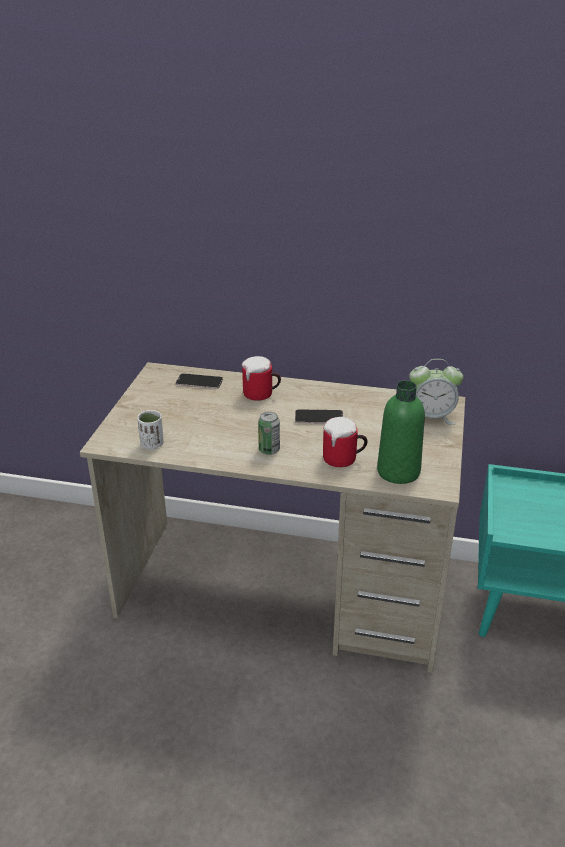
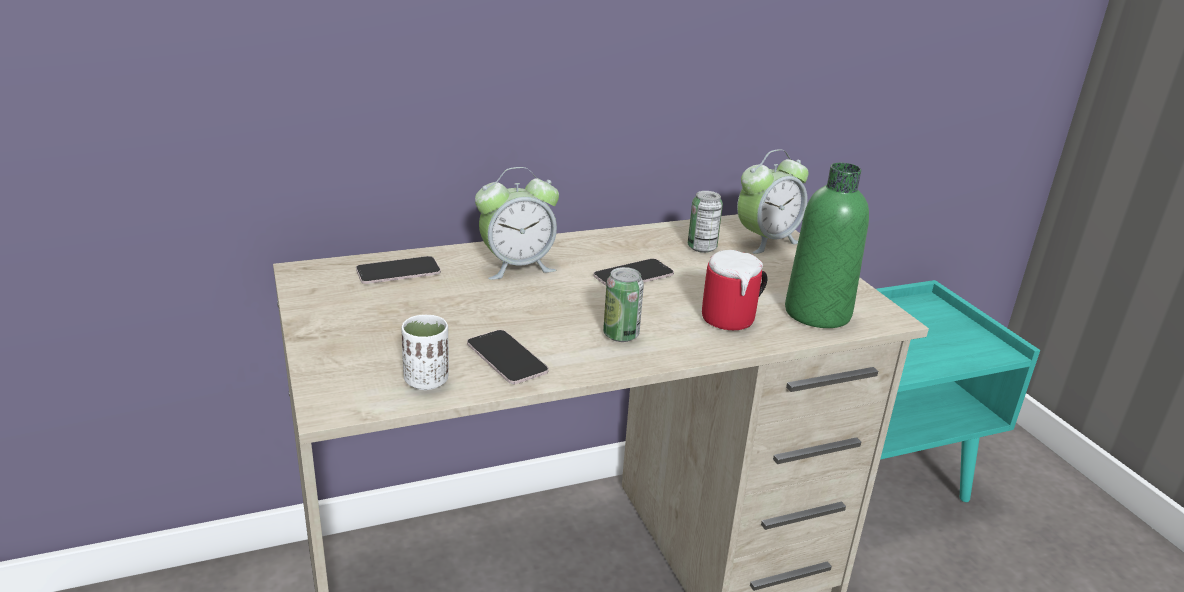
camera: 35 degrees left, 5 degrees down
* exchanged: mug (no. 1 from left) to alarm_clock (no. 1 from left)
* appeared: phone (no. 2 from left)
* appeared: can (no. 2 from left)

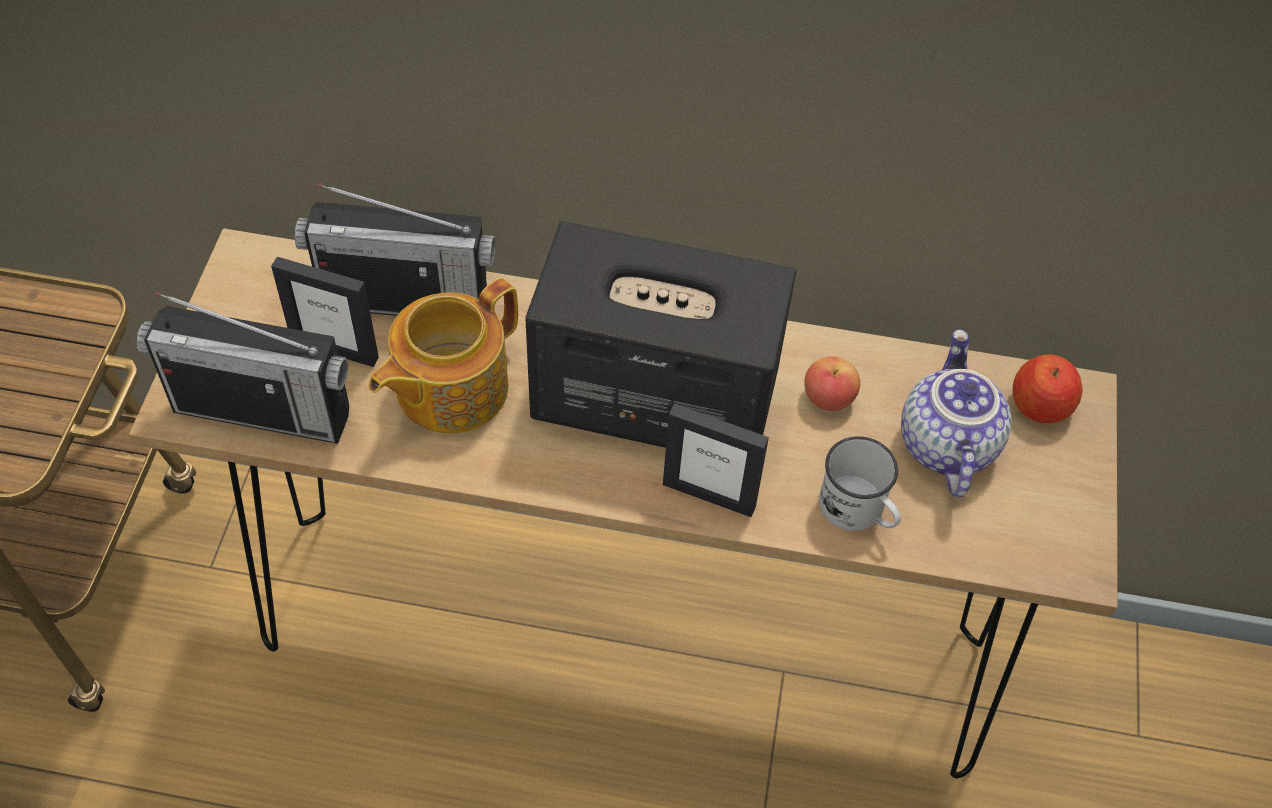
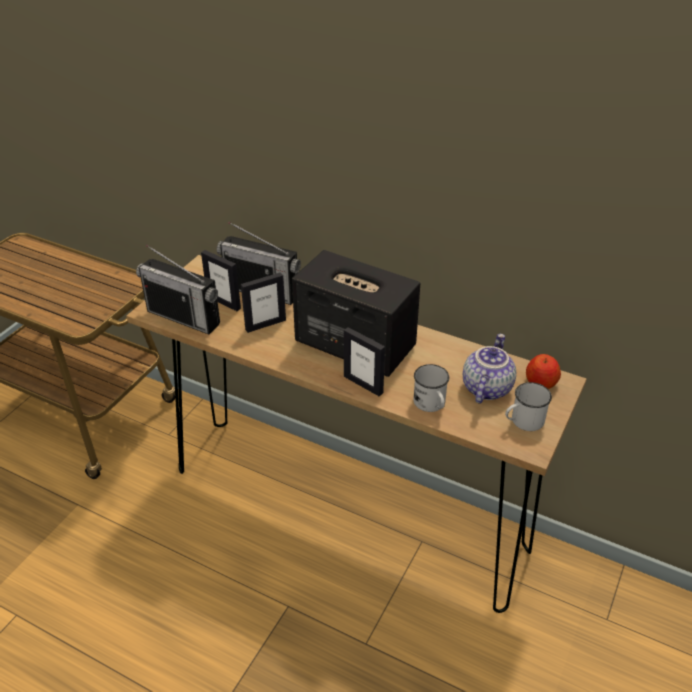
camera: 20 degrees right, 15 degrees down
* exchanged: teapot (no. 1 from left) to picture_frame (no. 2 from left)
* missing: apple (no. 1 from left)
* appeared: white_mug (no. 2 from left)

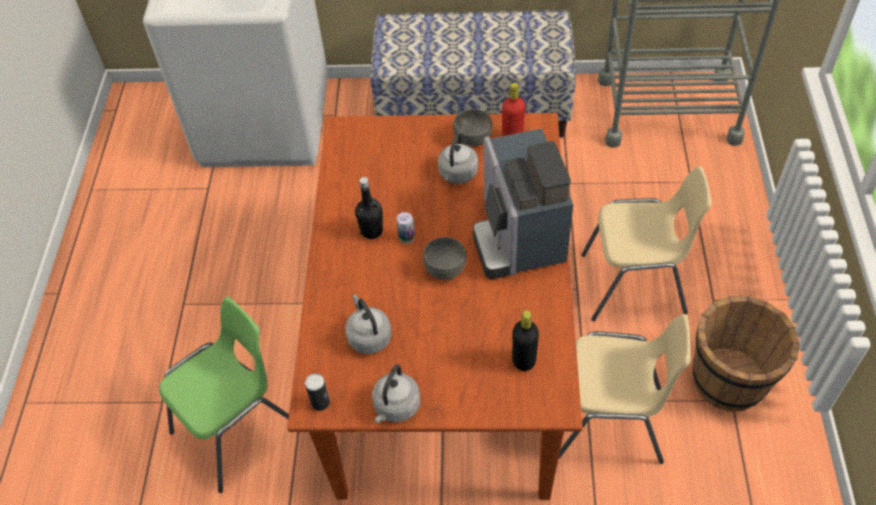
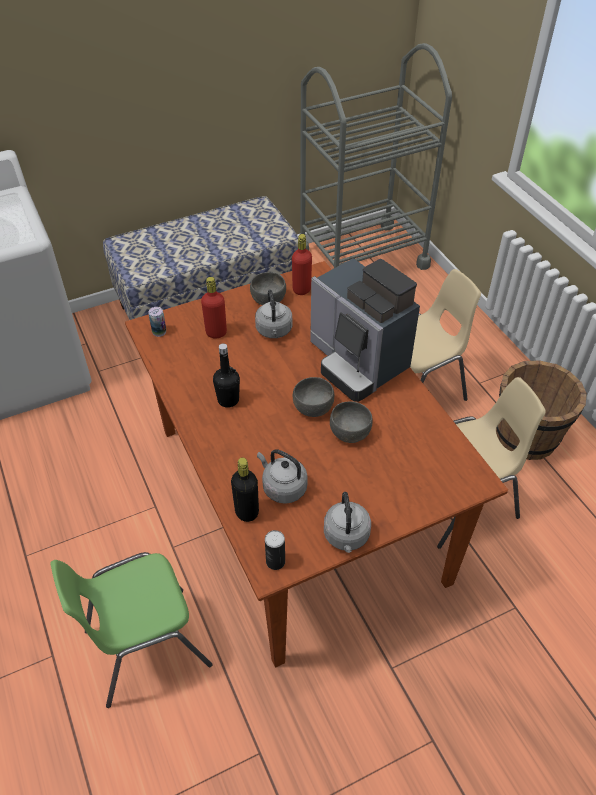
camera: 30 degrees left, 5 degrees down
* spun: green_chair 135 degrees counterclockwise
* relocated: can (no. 2 from left in the first image) to can (no. 1 from left)
* relocated: black_bottle (no. 2 from left)
* appeared: red_bottle (no. 1 from left)
* appeared: grey_bowl (no. 3 from left)

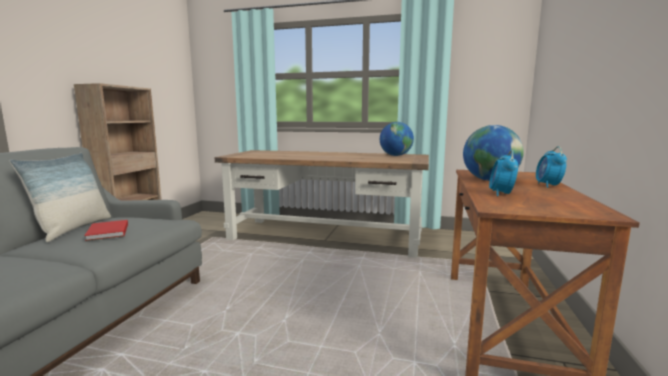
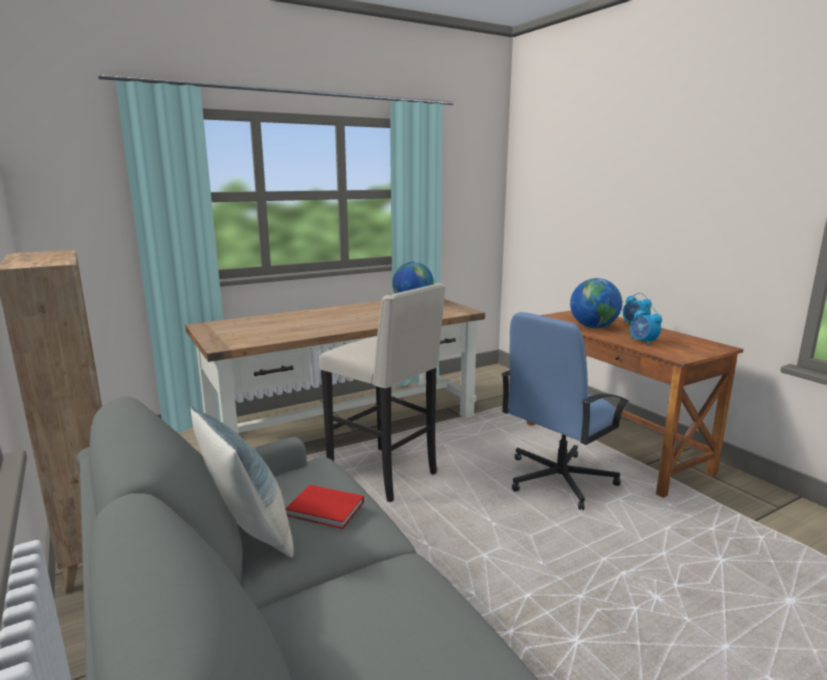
camera: 45 degrees left, 5 degrees up
* appeared: beige_stool
* appeared: blue_office_chair

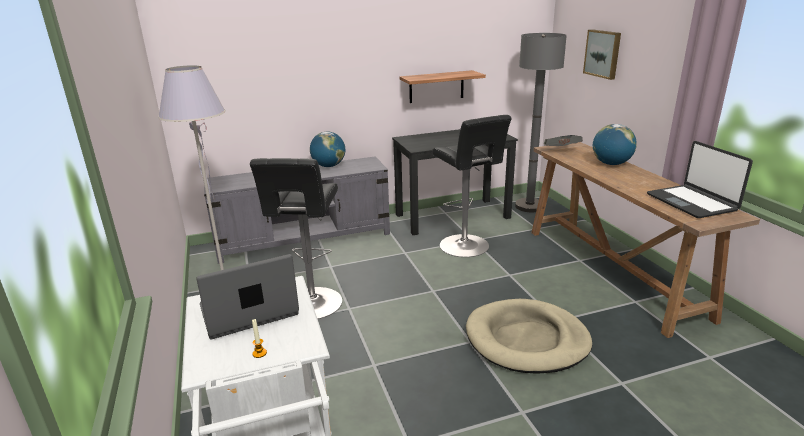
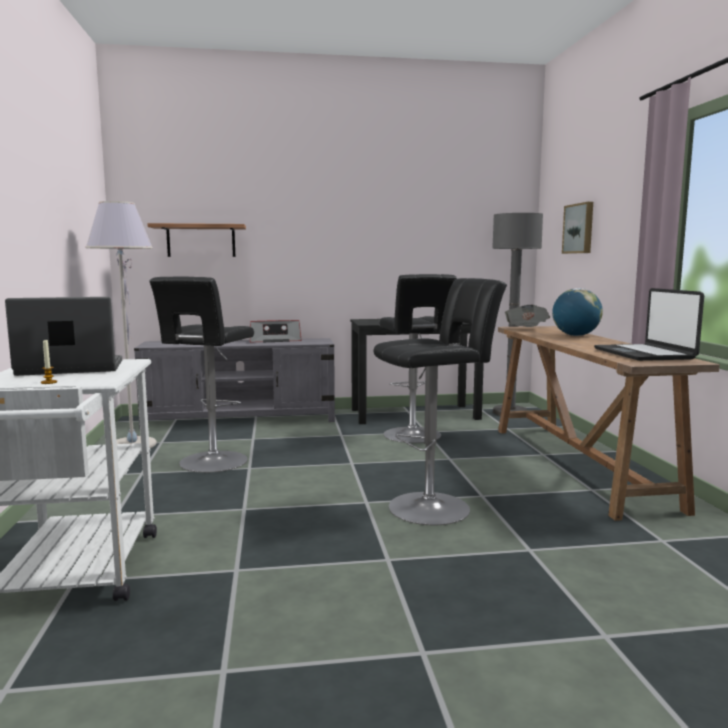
camera: 10 degrees right, 15 degrees down
* exchanged: globe (no. 1 from left) to radio
* relocated: shelf
* exchanged: beige_dog_bed to black_stool (no. 3 from left)

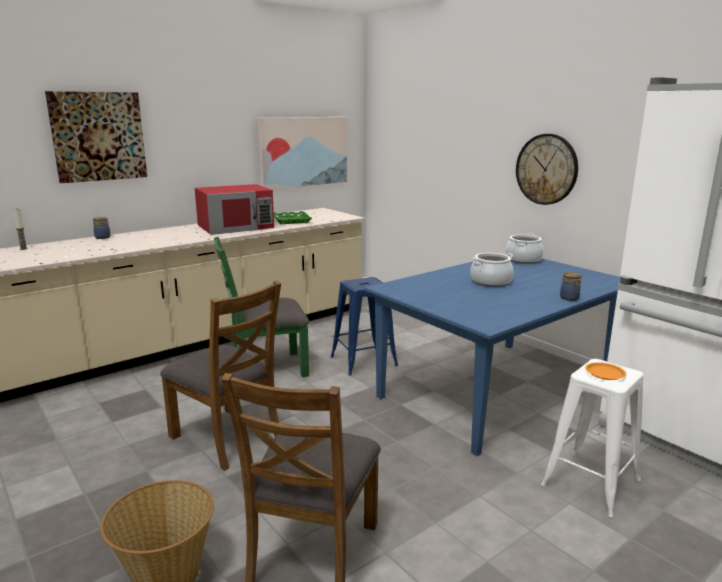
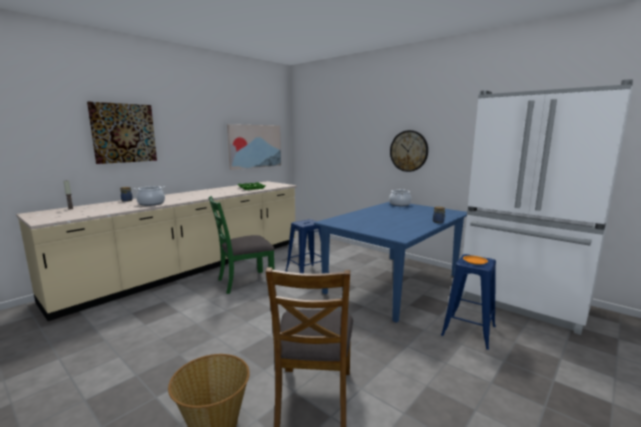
camera: 10 degrees left, 5 degrees down
* missing: brown_chair (no. 1 from left)
* missing: red_microwave
* relocated: cooking_pot (no. 1 from left)
* colour: white_stool to blue_stool (no. 2 from left)

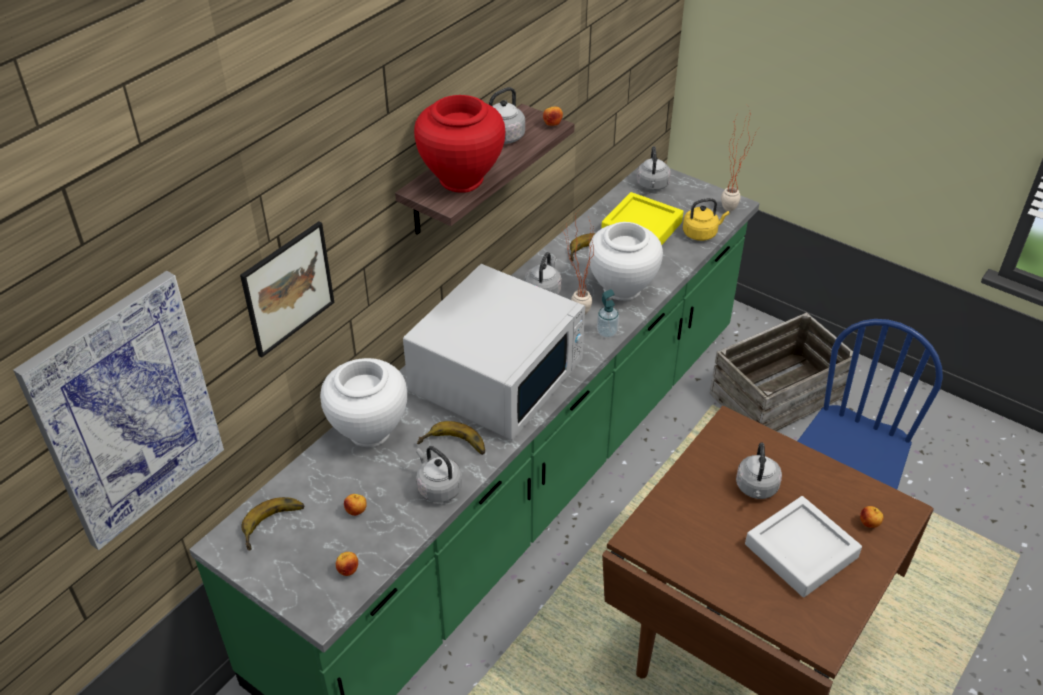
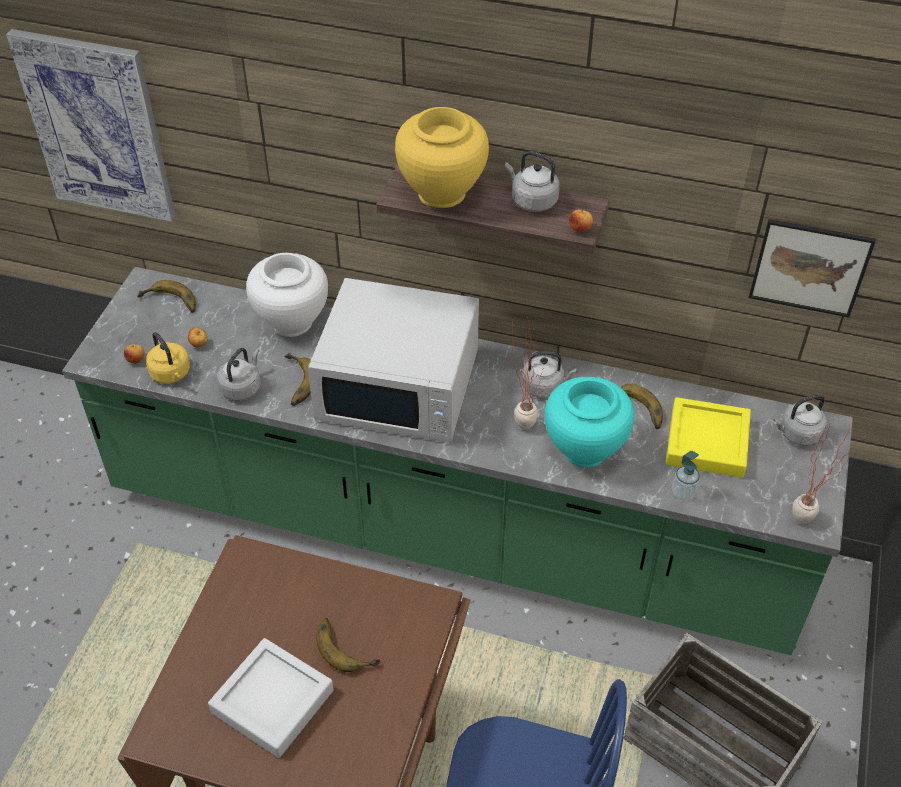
camera: 70 degrees right, 5 degrees up
* relocated: picture (no. 2 from left)
* colour: red_vase to yellow_vase
* colour: white_vase (no. 2 from left) to turquoise_vase
* relocated: soap_dispenser
* relocated: yellow_kettle
* exchanged: grey_kettle (no. 5 from left) to banana (no. 3 from left)
* missing: apple (no. 4 from left)

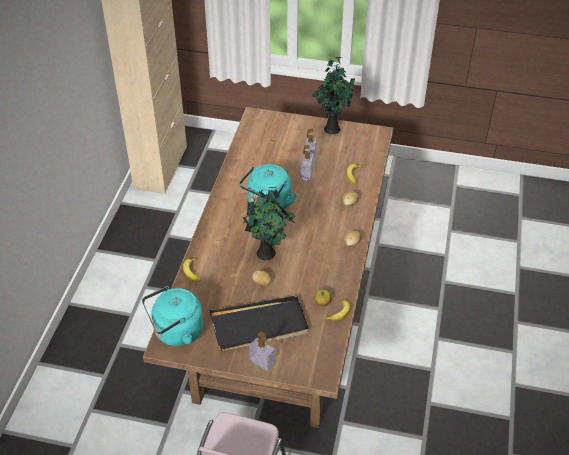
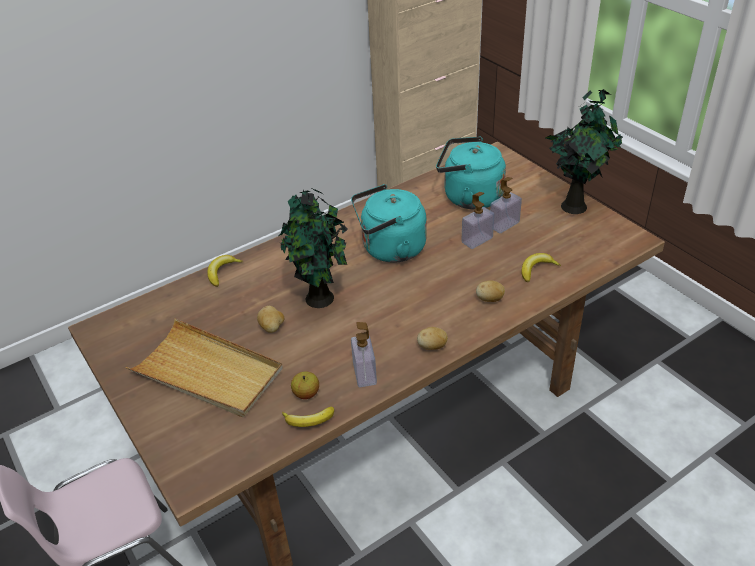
camera: 45 degrees right, 5 degrees down
* relocated: turquoise_kettle (no. 1 from left in the first image) to turquoise_kettle (no. 2 from left)
* colour: black_tray to beige_tray
* relocated: soap_dispenser (no. 1 from left)

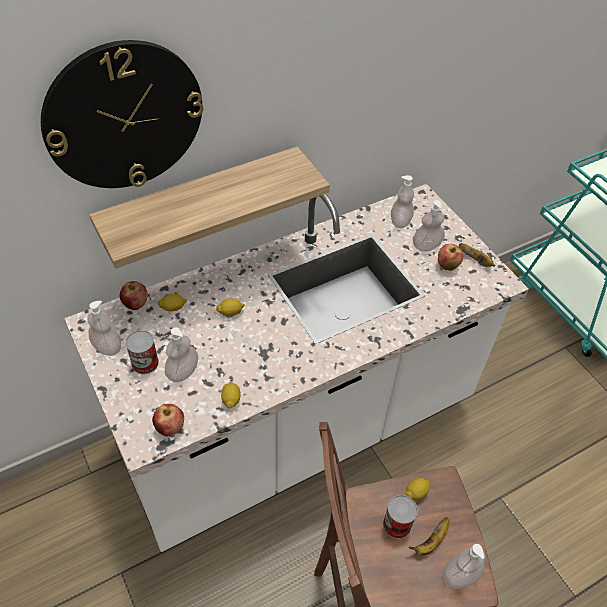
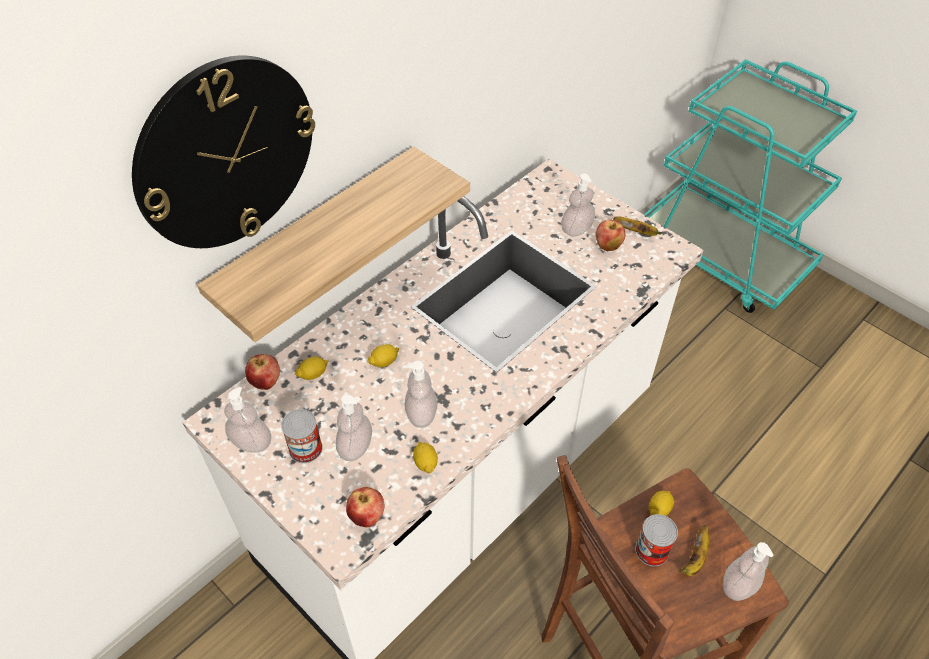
camera: 15 degrees left, 0 degrees up
* relocated: soap_dispenser (no. 3 from left)

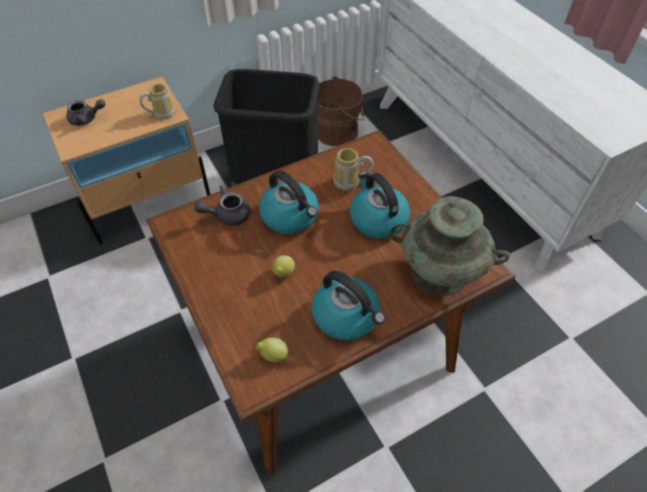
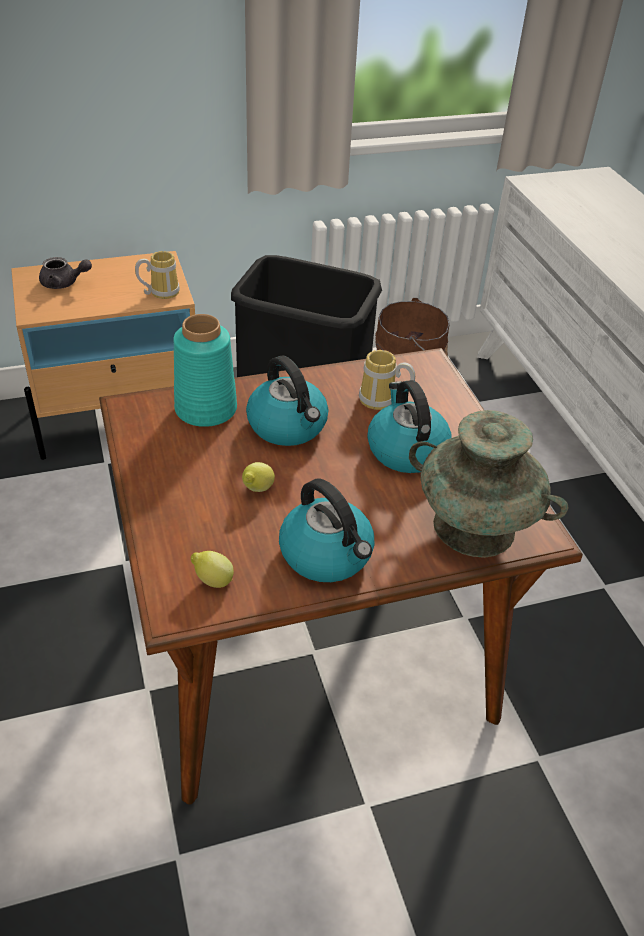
camera: 10 degrees right, 10 degrees down
* exchanged: grey_teapot (no. 2 from left) to turquoise_vase (no. 1 from left)

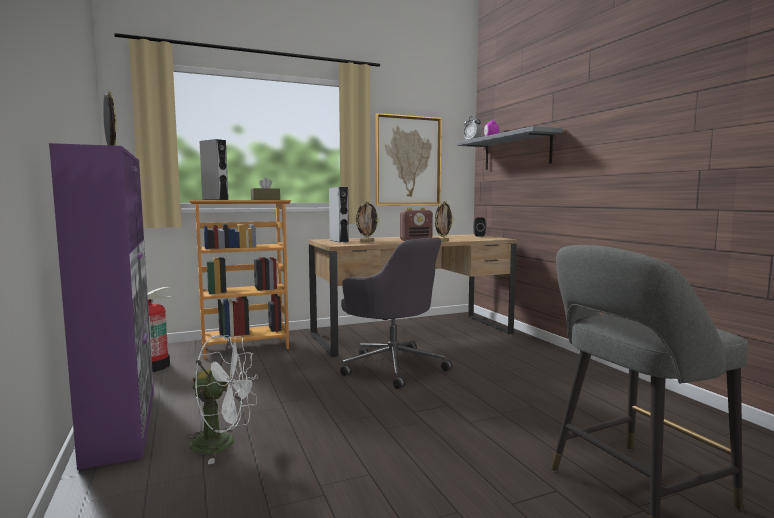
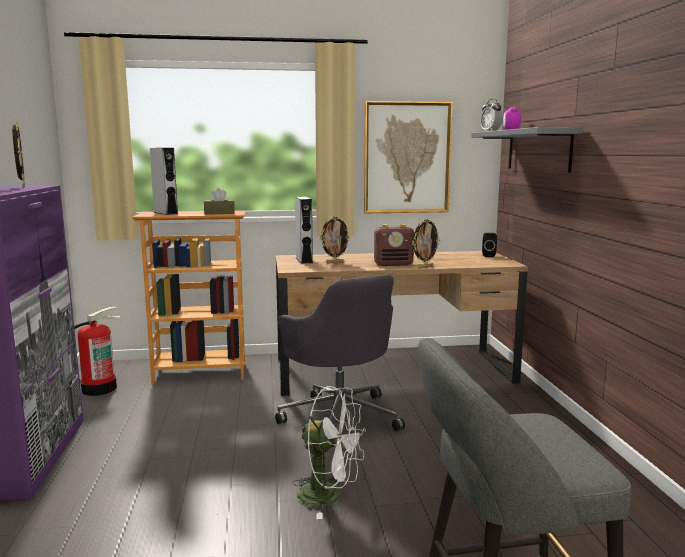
camera: 15 degrees right, 5 degrees up
* relocated: white_fan

